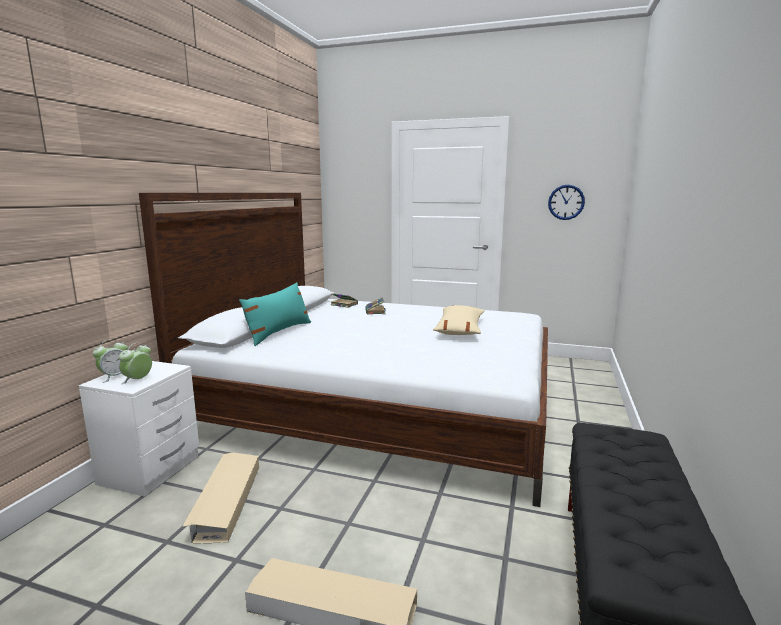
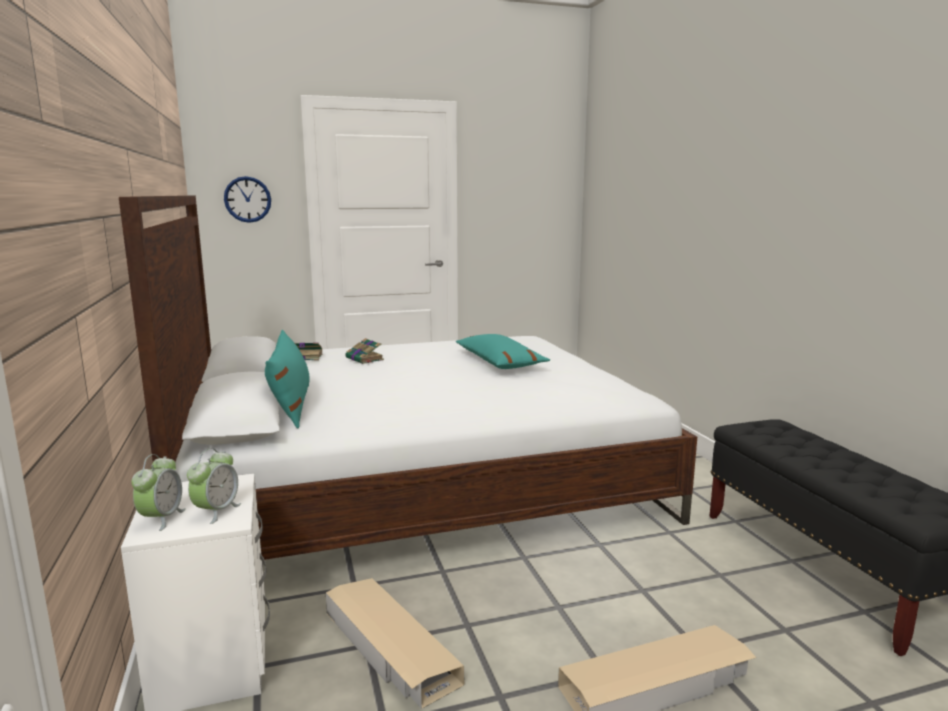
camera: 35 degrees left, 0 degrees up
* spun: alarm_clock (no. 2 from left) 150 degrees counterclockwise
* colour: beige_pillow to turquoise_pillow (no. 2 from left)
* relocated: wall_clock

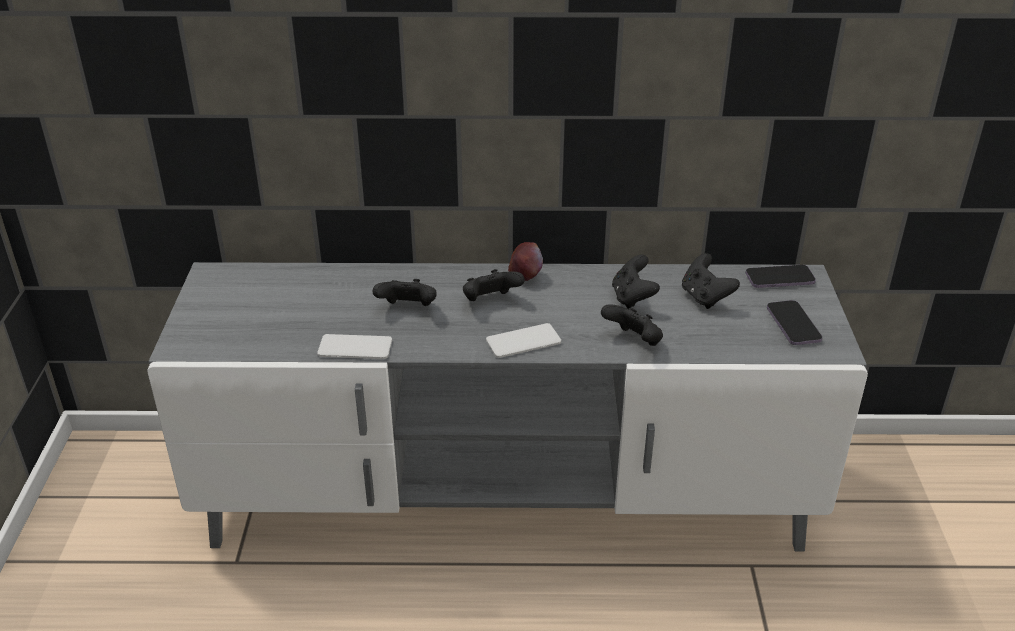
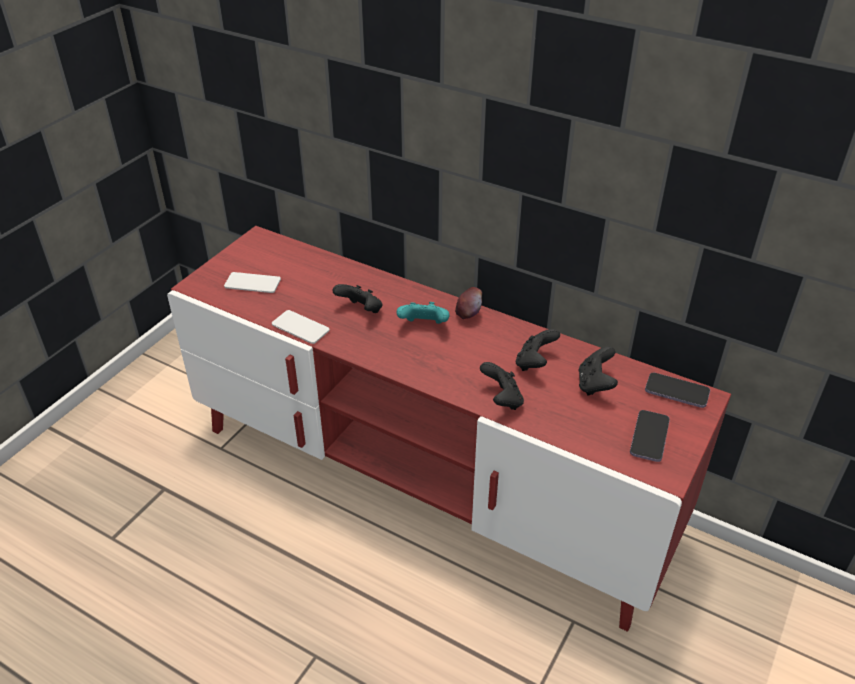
camera: 30 degrees right, 5 degrees up
* colour: grey_tv_stand to red_tv_stand
* colour: black_game_controller (no. 2 from left) to turquoise_game_controller
* relocated: phone (no. 2 from left in the first image) to phone (no. 1 from left)

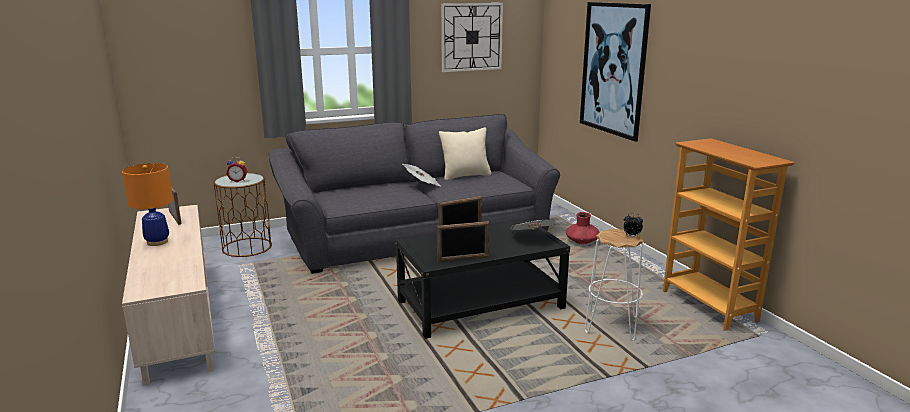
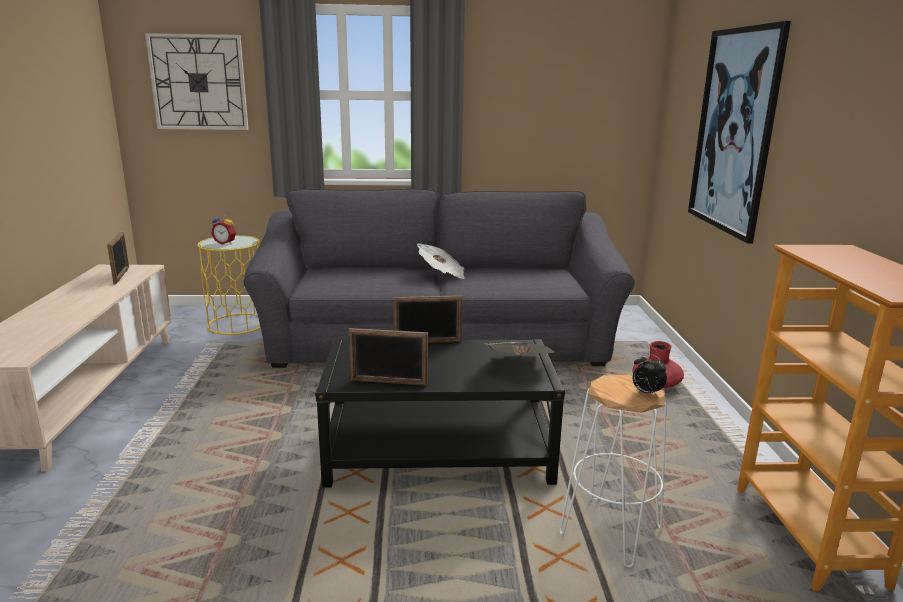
camera: 20 degrees right, 0 degrees up
* missing: orange_table_lamp
* colour: brown_side_table to yellow_side_table
* missing: beige_pillow
* relocated: wall_clock

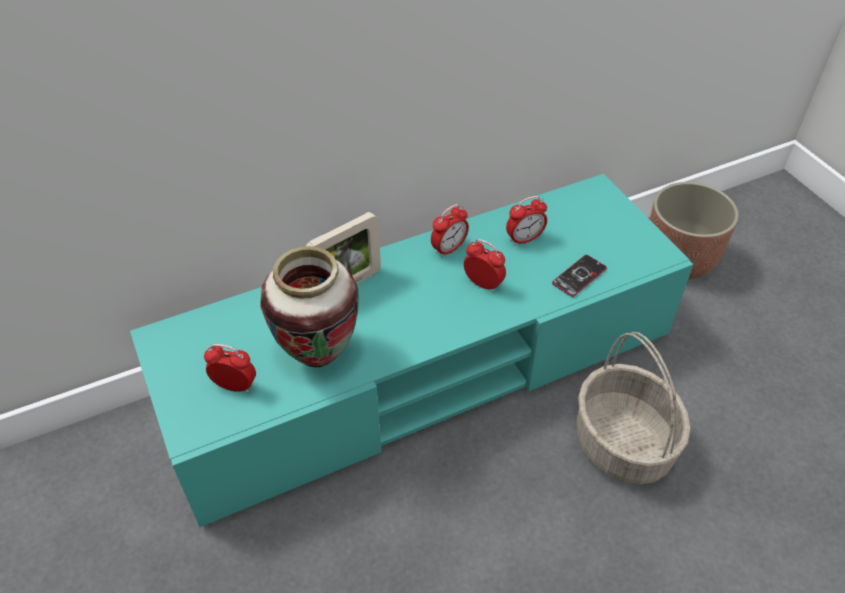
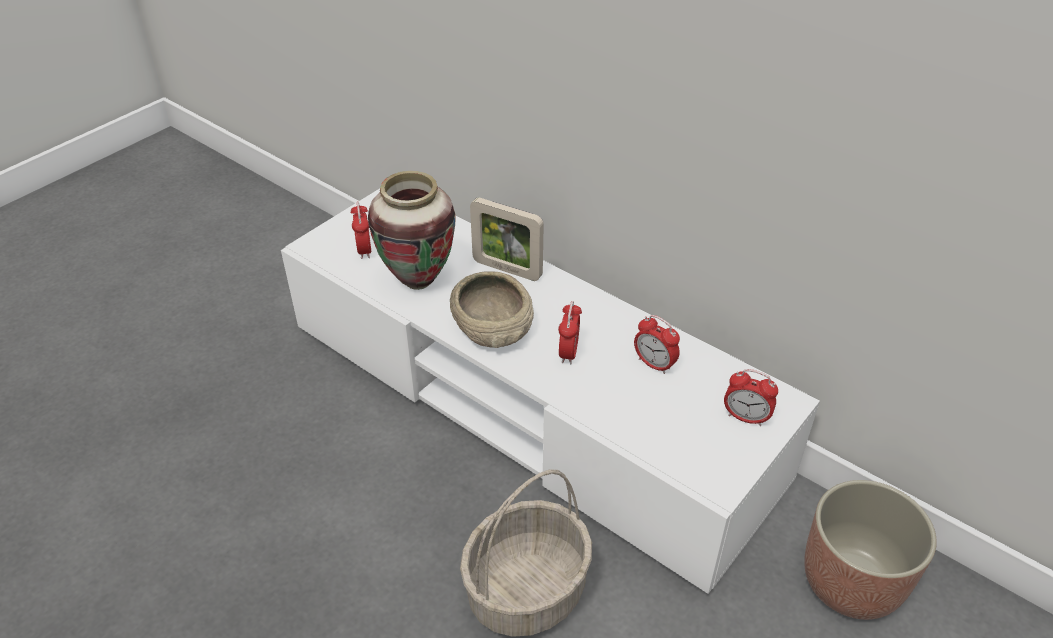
camera: 65 degrees right, 5 degrees down
* colour: turquoise_tv_stand to white_tv_stand
* relocated: alarm_clock (no. 2 from left in the first image) to alarm_clock (no. 4 from left)
* missing: phone
* appeared: beige_bowl

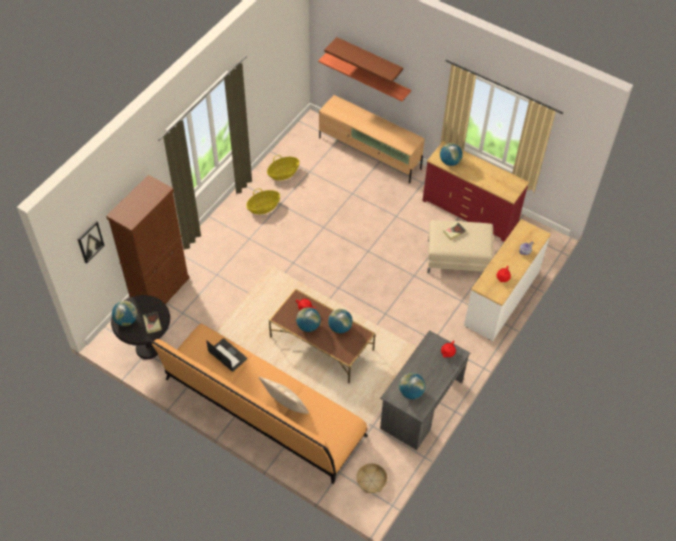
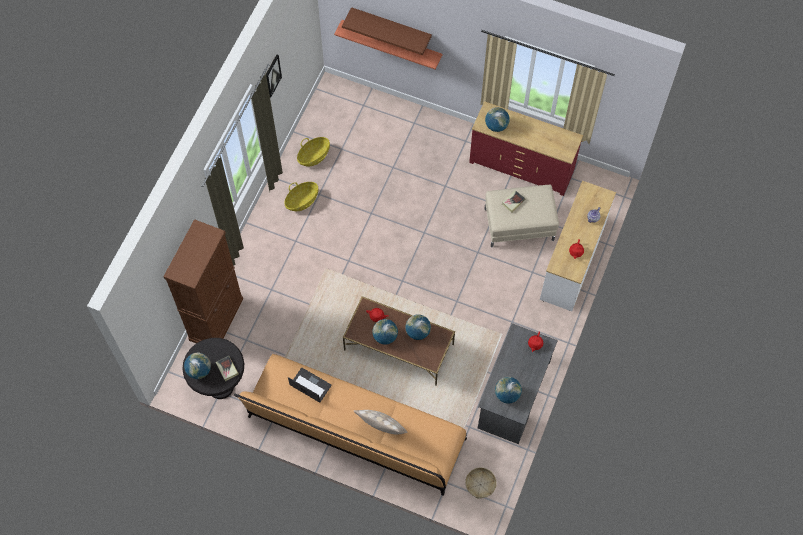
camera: 10 degrees left, 10 degrees up
* relocated: picture
* missing: beige_tv_stand

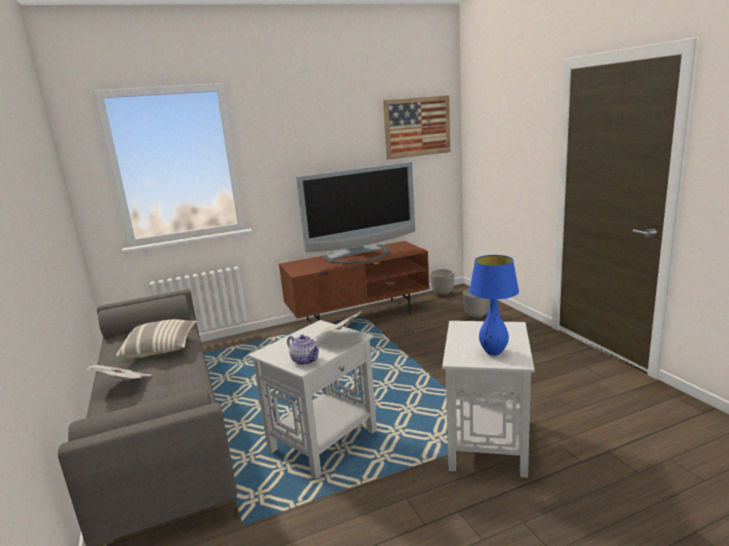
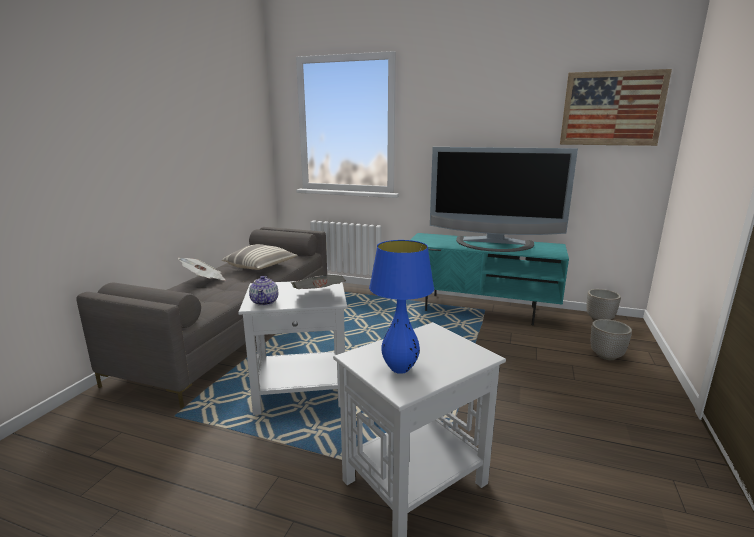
camera: 40 degrees right, 0 degrees up
* colour: brown_tv_stand to turquoise_tv_stand

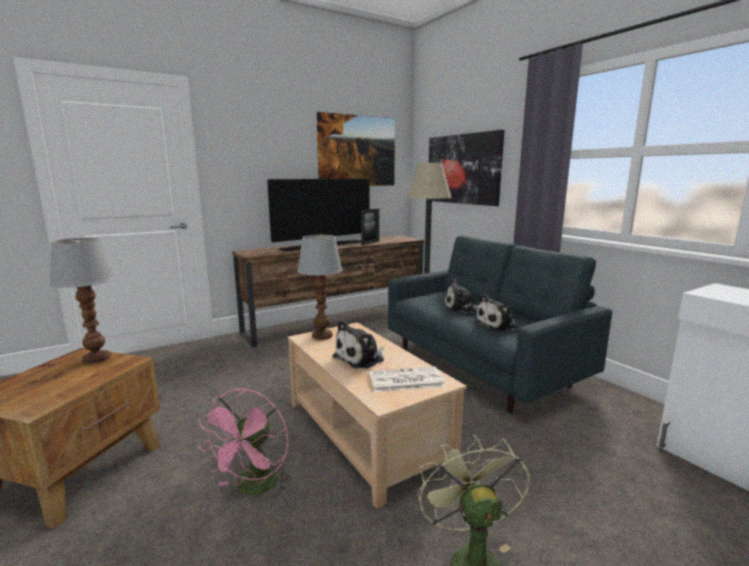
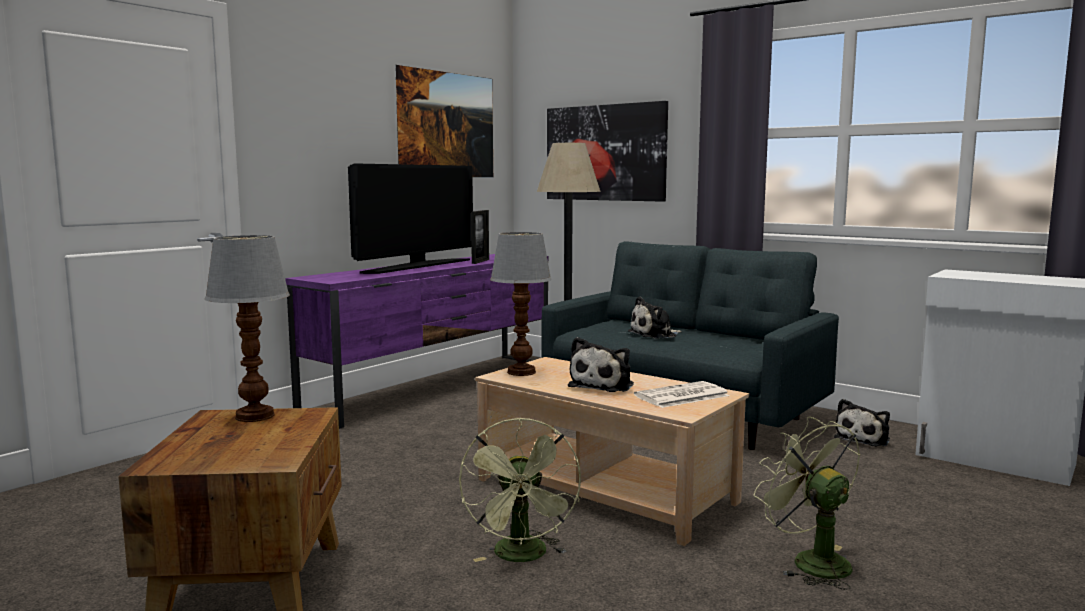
camera: 20 degrees left, 5 degrees down
* colour: pink_fan to green_fan (no. 1 from left)
* colour: brown_tv_stand to purple_tv_stand
* relocated: plush_toy (no. 3 from left)

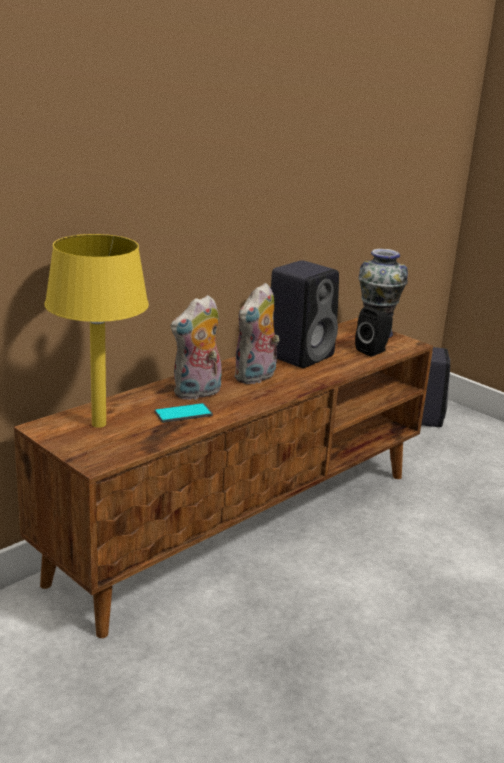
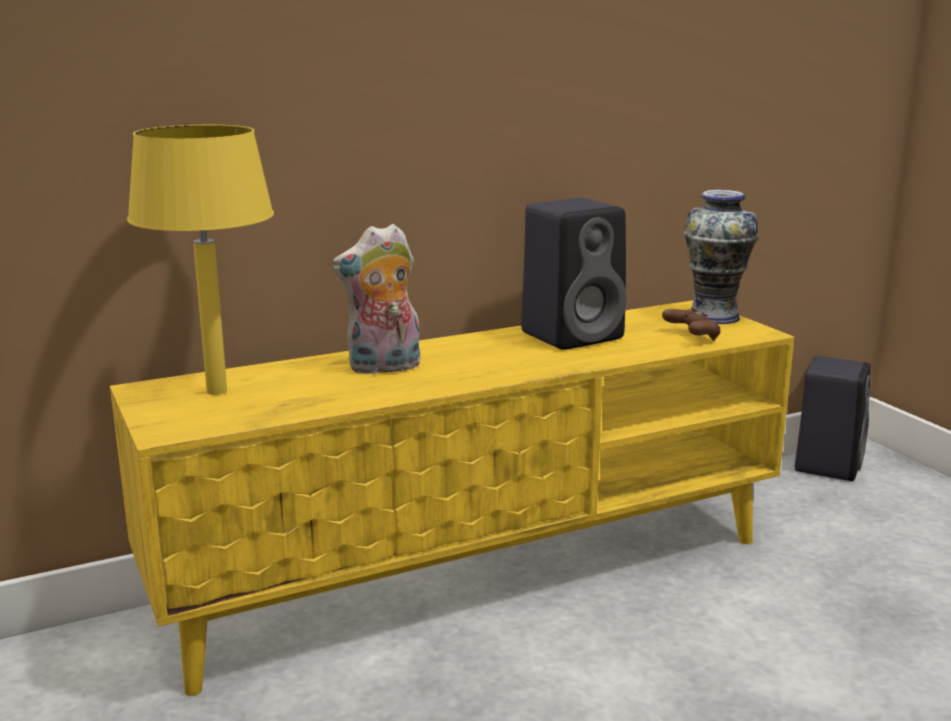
camera: 20 degrees right, 5 degrees down
* colour: brown_tv_stand to yellow_tv_stand
* missing: phone
* missing: plush_toy (no. 2 from left)
* exchanged: black_speaker (no. 2 from left) to brown_game_controller

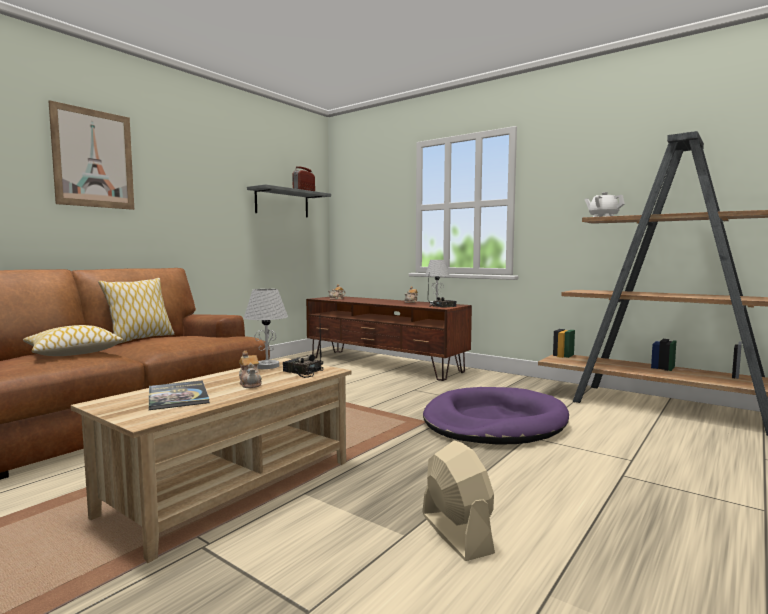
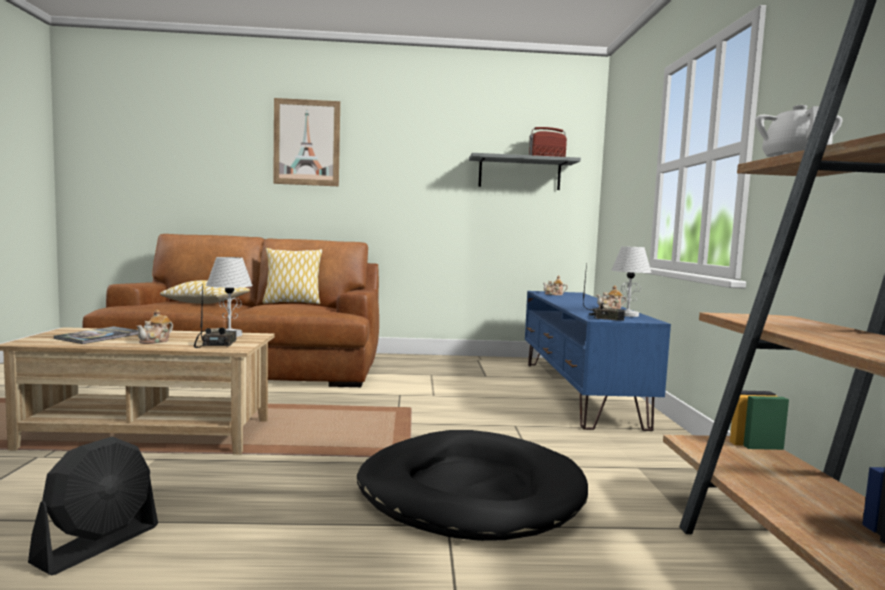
camera: 50 degrees right, 0 degrees up
* colour: brown_tv_stand to blue_tv_stand
* colour: beige_fan to black_fan
* colour: purple_dog_bed to black_dog_bed

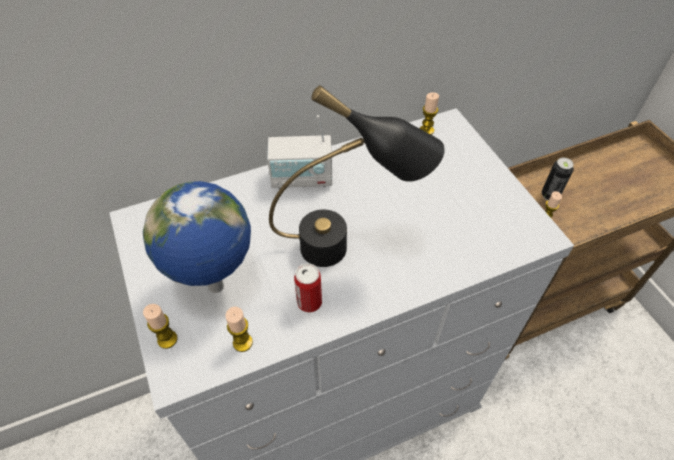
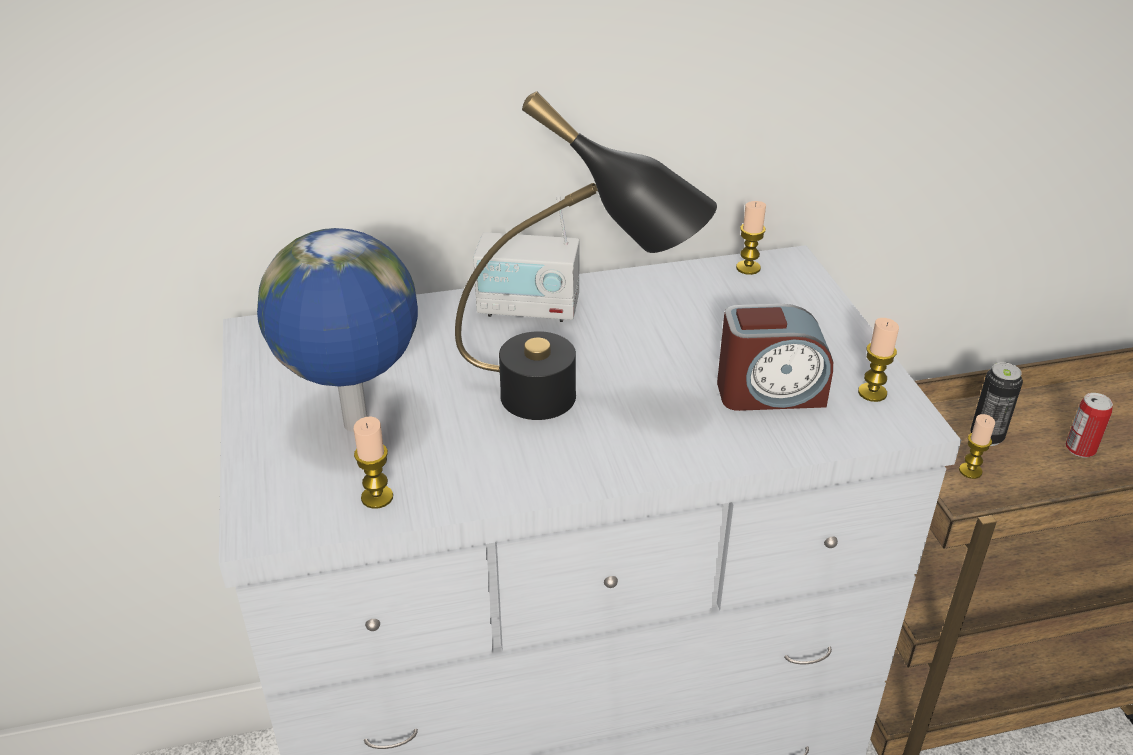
camera: 10 degrees right, 15 degrees down
* relocated: candle (no. 1 from left in the first image) to candle (no. 3 from left)
* relocated: can (no. 1 from left in the first image) to can (no. 2 from left)
* appeared: alarm_clock

